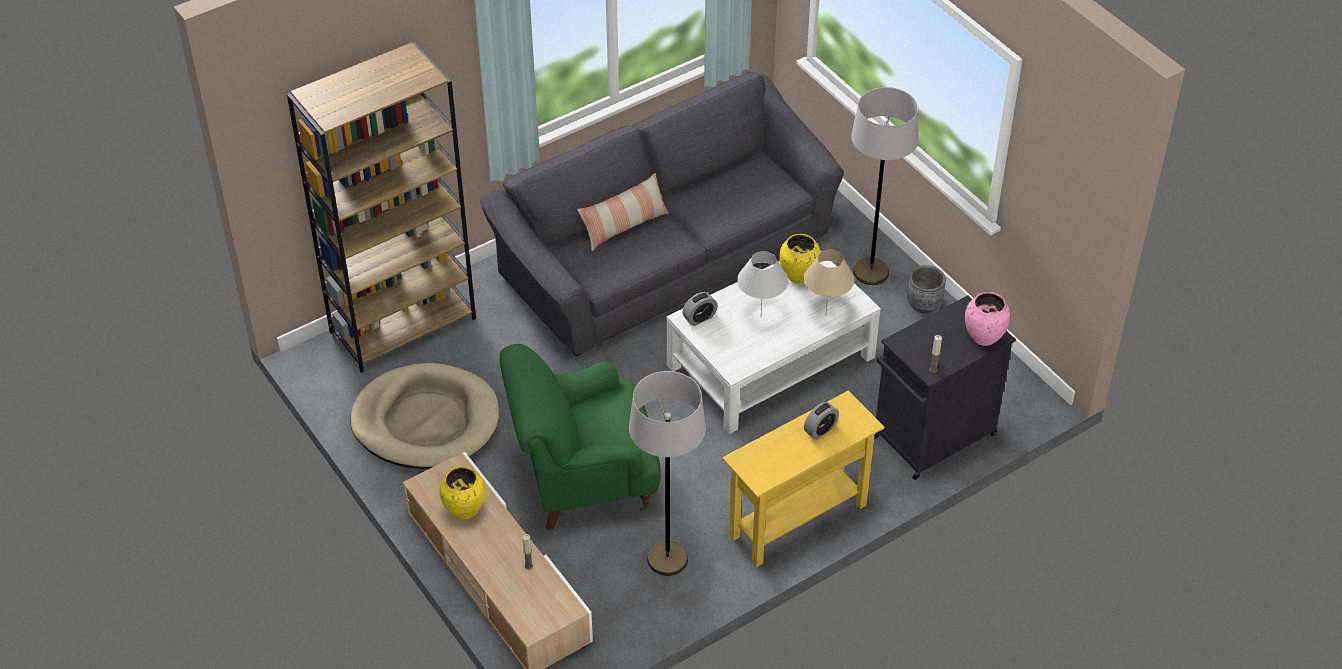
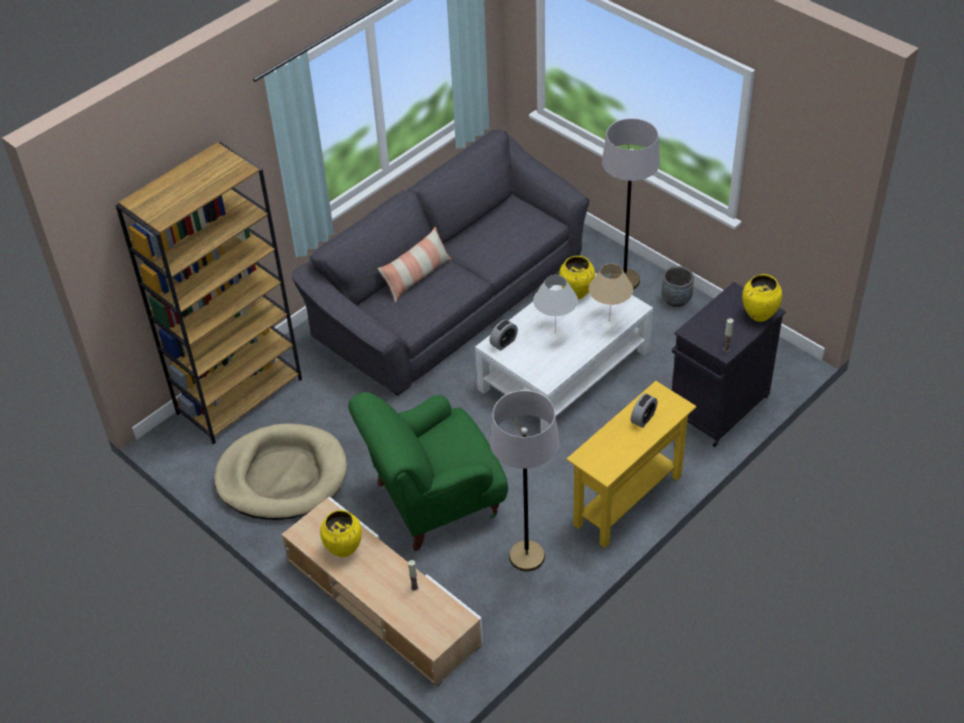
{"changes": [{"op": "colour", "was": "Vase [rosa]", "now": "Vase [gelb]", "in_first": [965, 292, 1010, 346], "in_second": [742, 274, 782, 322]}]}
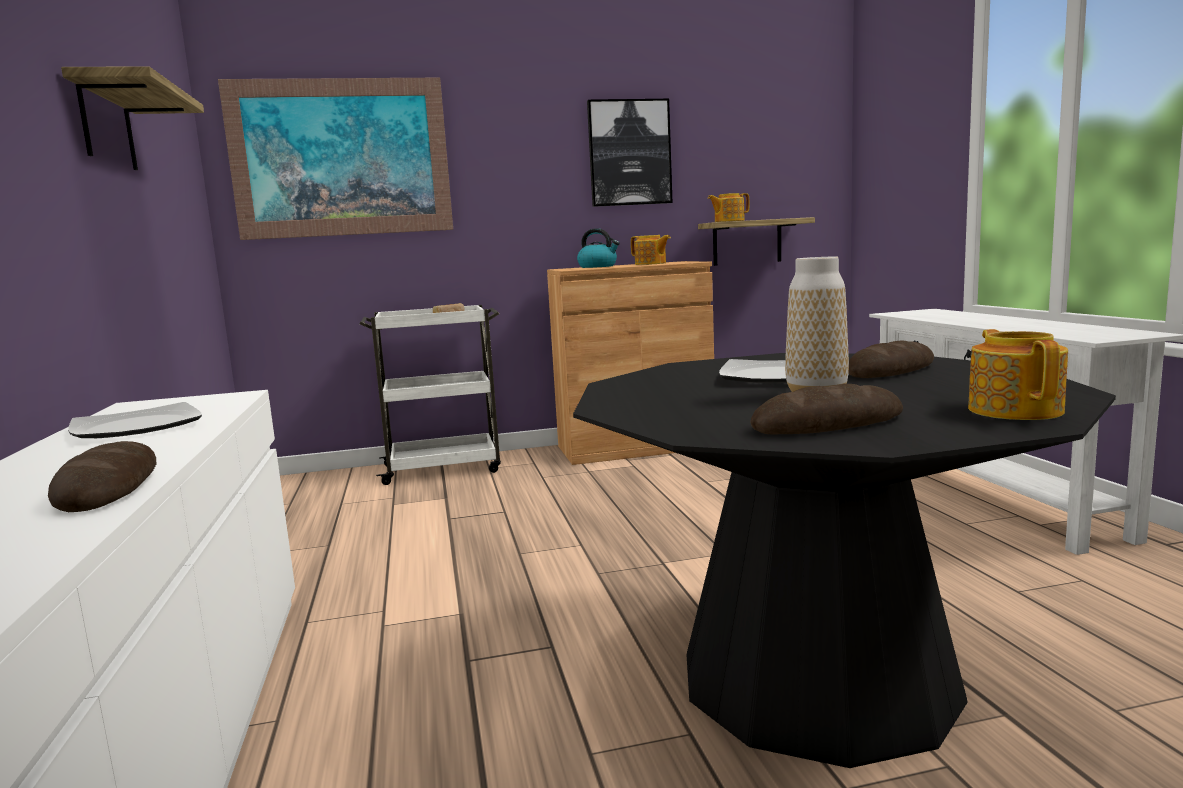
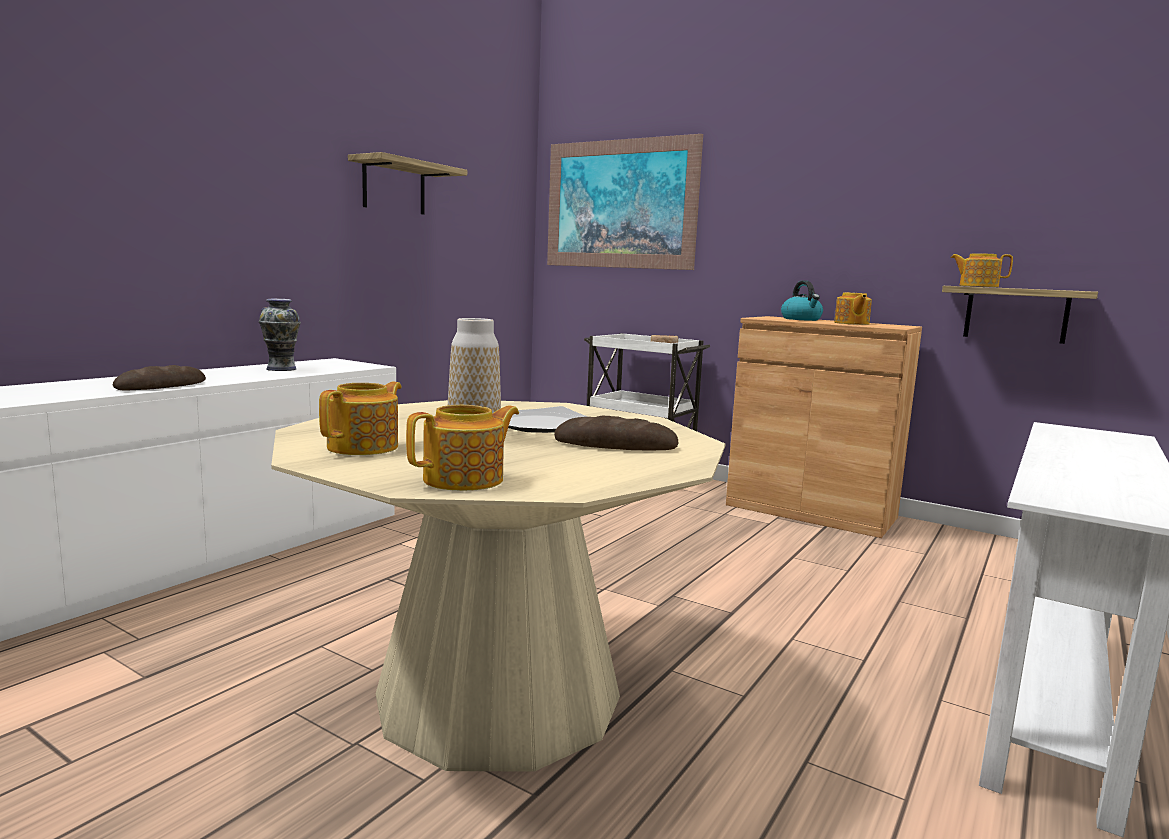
{"changes": [{"op": "missing", "was": "Bild", "in_first": [587, 99, 673, 207]}, {"op": "colour", "was": "Esstisch [schwarz]", "now": "Esstisch [beige]", "in_first": [573, 353, 1116, 768], "in_second": [271, 400, 725, 772]}, {"op": "exchanged", "was": "Brot", "now": "Teekanne", "in_first": [750, 384, 903, 435], "in_second": [319, 382, 402, 455]}, {"op": "exchanged", "was": "Teller", "now": "Vase", "in_first": [68, 402, 202, 438], "in_second": [259, 299, 301, 371]}]}
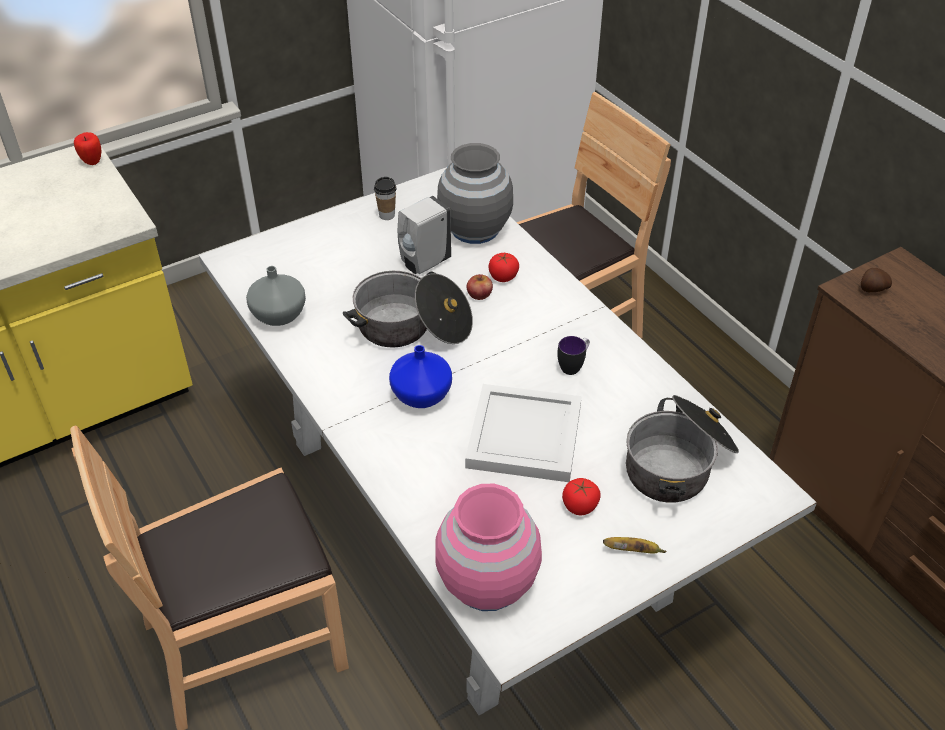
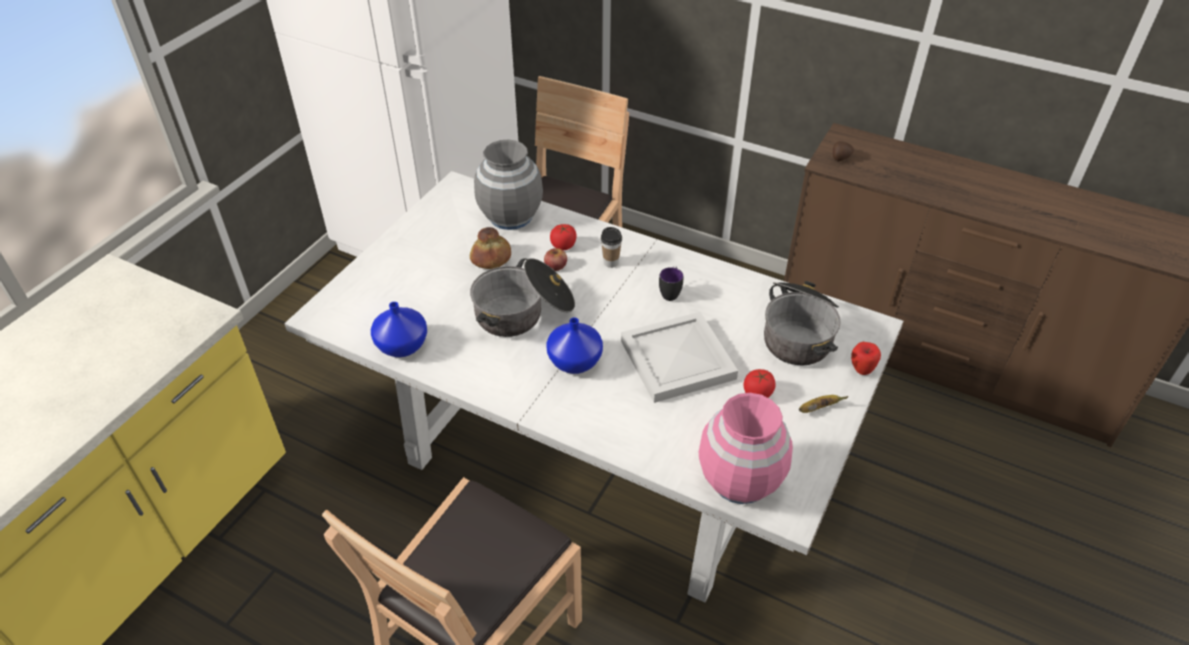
{"changes": [{"op": "relocated", "was": "Apfel", "in_first": [74, 132, 101, 165], "in_second": [851, 342, 881, 375]}, {"op": "relocated", "was": "Tasse", "in_first": [374, 177, 396, 220], "in_second": [601, 227, 622, 268]}, {"op": "exchanged", "was": "Seifenspender [weiß]", "now": "Brot", "in_first": [398, 196, 451, 274], "in_second": [470, 227, 511, 269]}, {"op": "colour", "was": "Vase [grau]", "now": "Vase [blau]", "in_first": [246, 266, 306, 326], "in_second": [371, 302, 427, 357]}]}
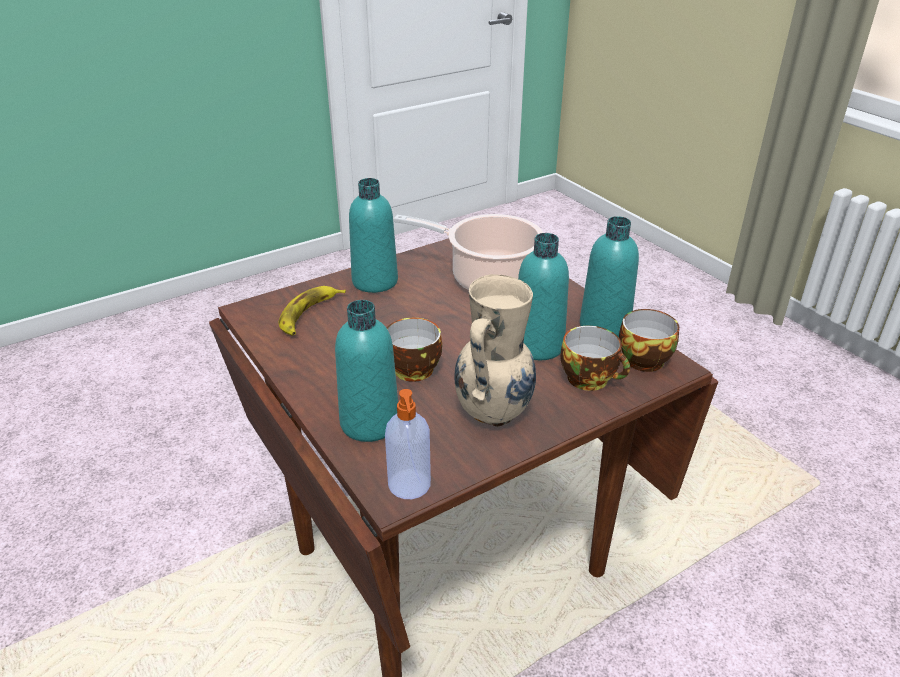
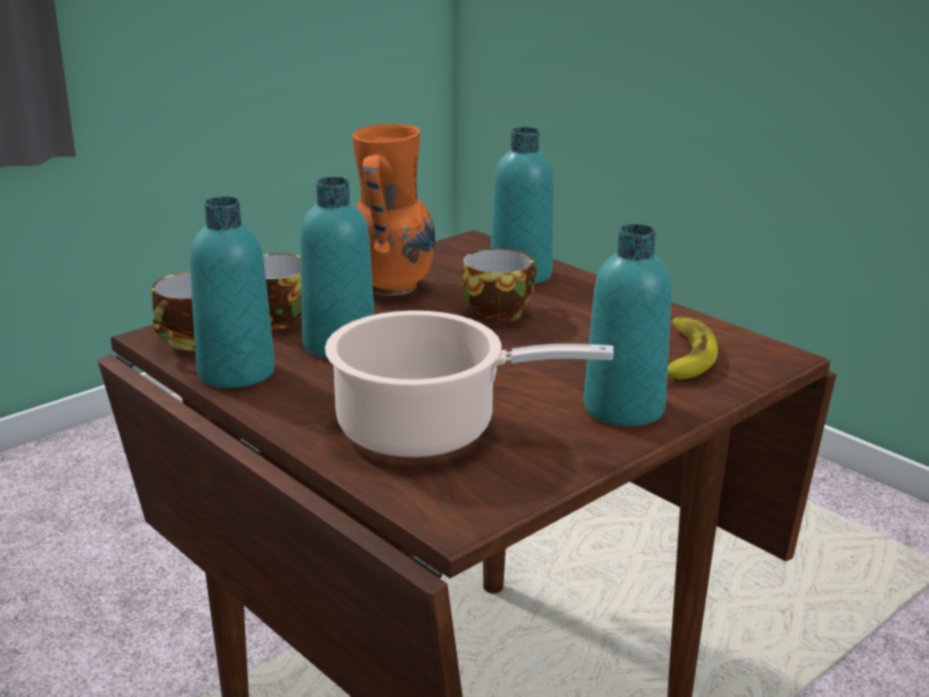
{"changes": [{"op": "colour", "was": "Vase [beige]", "now": "Vase [orange]", "in_first": [454, 274, 536, 427], "in_second": [352, 124, 435, 296]}, {"op": "missing", "was": "Seifenspender", "in_first": [385, 389, 431, 499]}]}
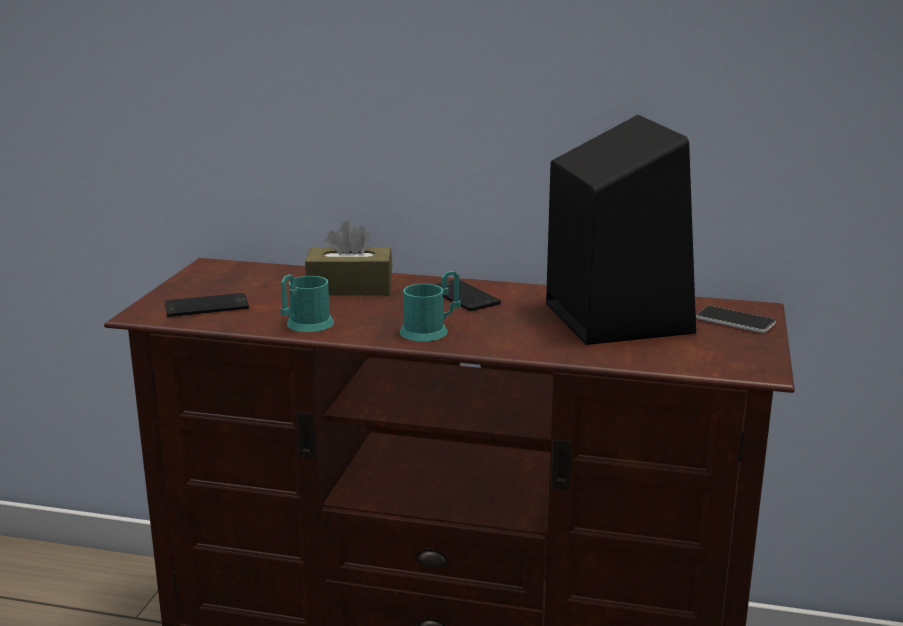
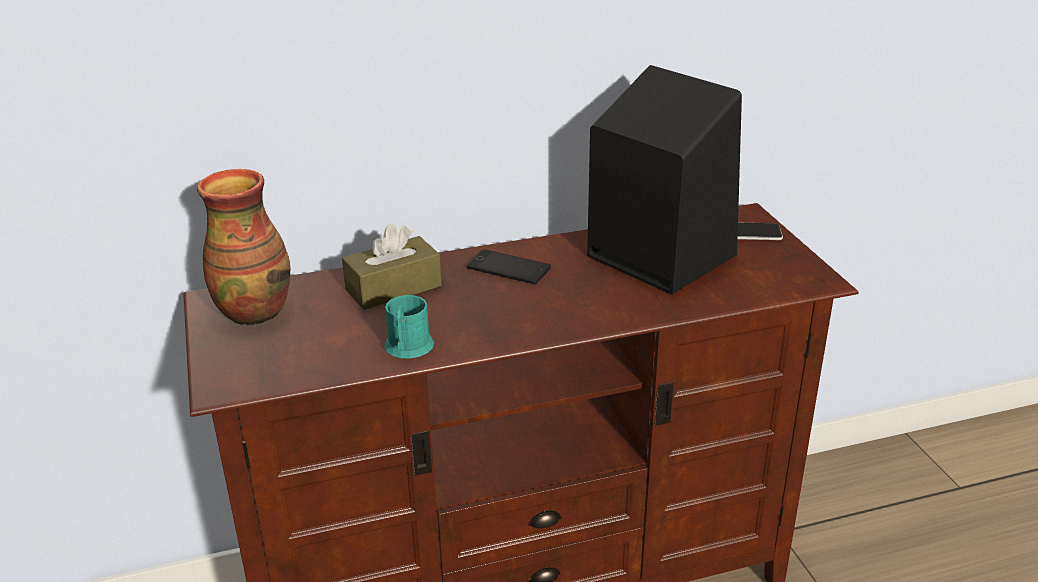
{"changes": [{"op": "missing", "was": "Henkelbecher [türkis]", "in_first": [400, 271, 461, 341]}, {"op": "missing", "was": "Handy", "in_first": [165, 293, 249, 317]}, {"op": "appeared", "now": "Vase", "in_second": [197, 169, 290, 325]}]}
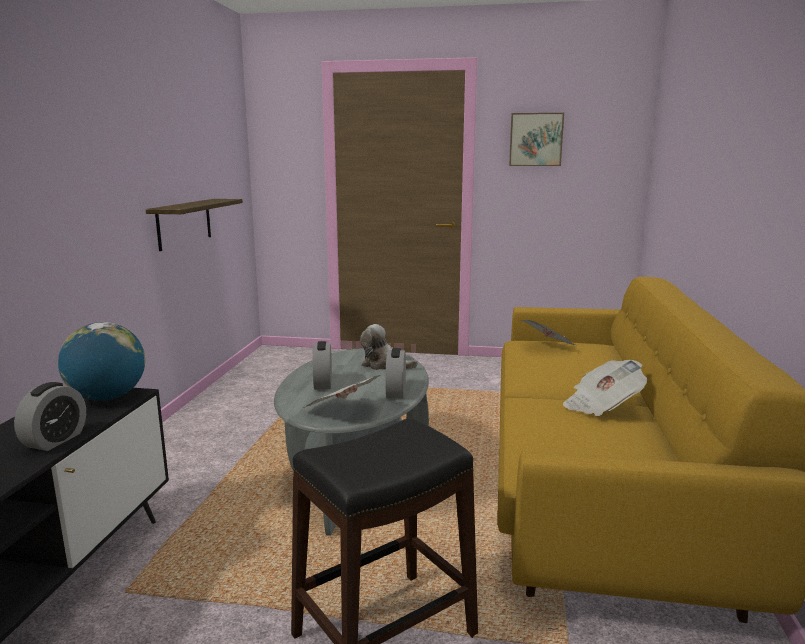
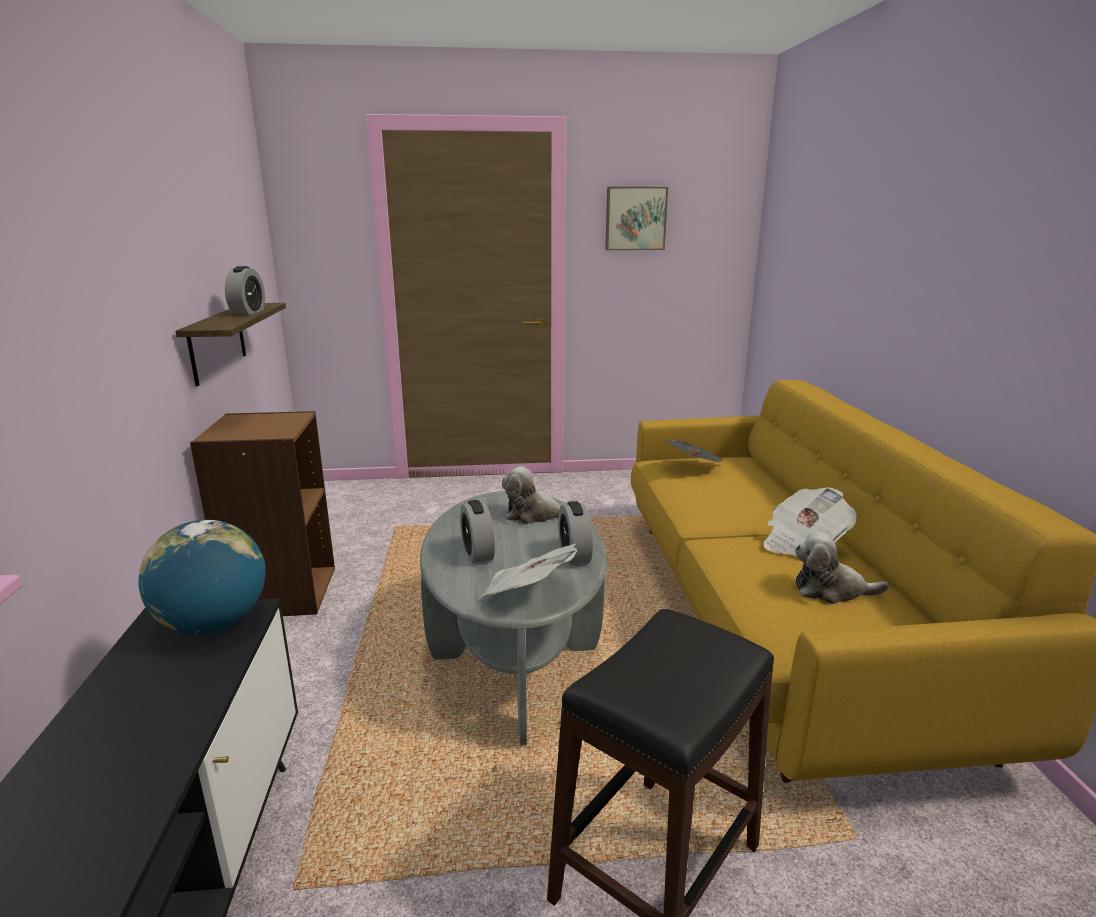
{"changes": [{"op": "relocated", "was": "Wecker", "in_first": [14, 382, 86, 451], "in_second": [225, 266, 265, 315]}, {"op": "appeared", "now": "Bücherregal [braun]", "in_second": [190, 411, 335, 616]}, {"op": "appeared", "now": "Plüschtier", "in_second": [795, 532, 889, 604]}]}
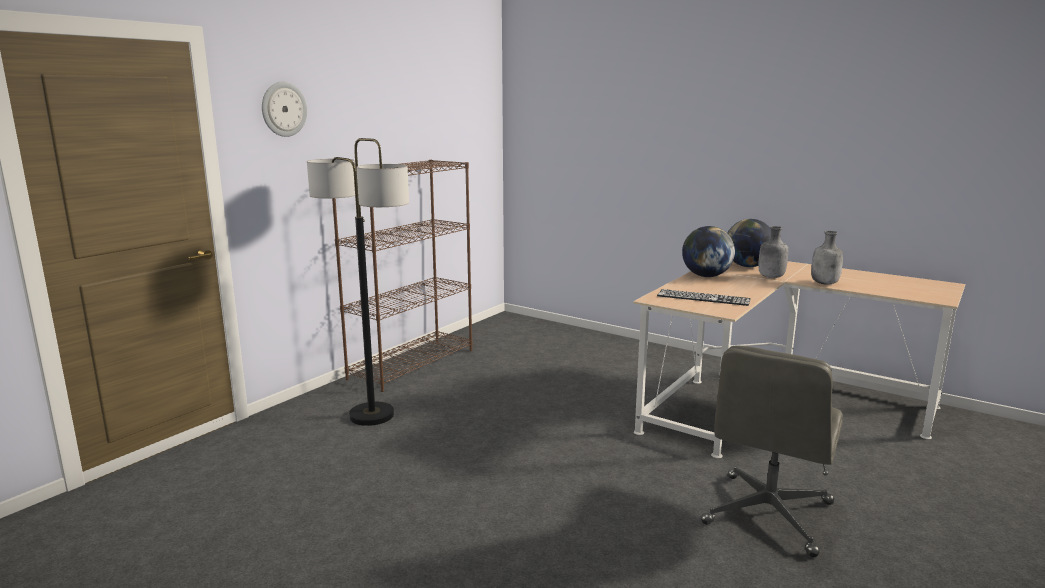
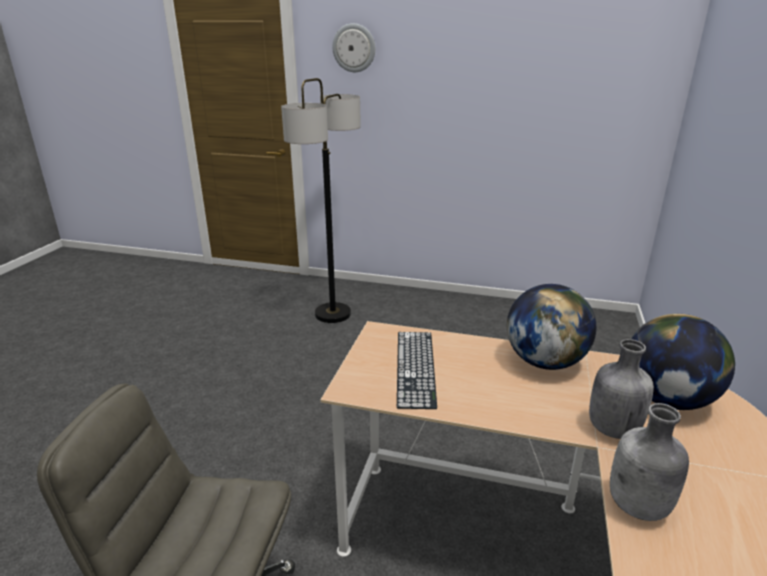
{"changes": [{"op": "missing", "was": "Bücherregal [braun]", "in_first": [332, 160, 472, 392]}]}
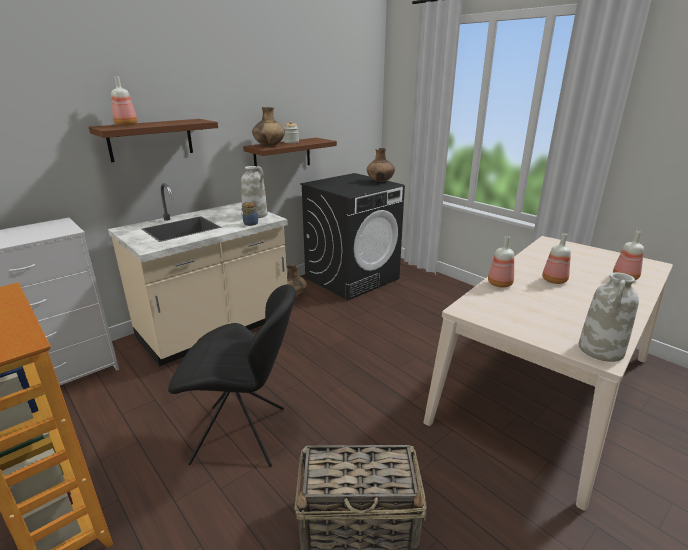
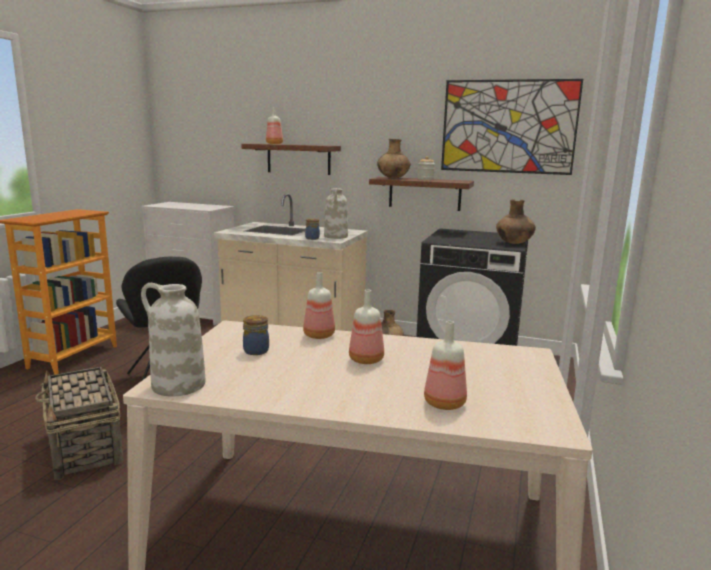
{"changes": [{"op": "appeared", "now": "Bild", "in_second": [441, 79, 583, 175]}, {"op": "appeared", "now": "Vorratsglas", "in_second": [243, 315, 269, 355]}]}
